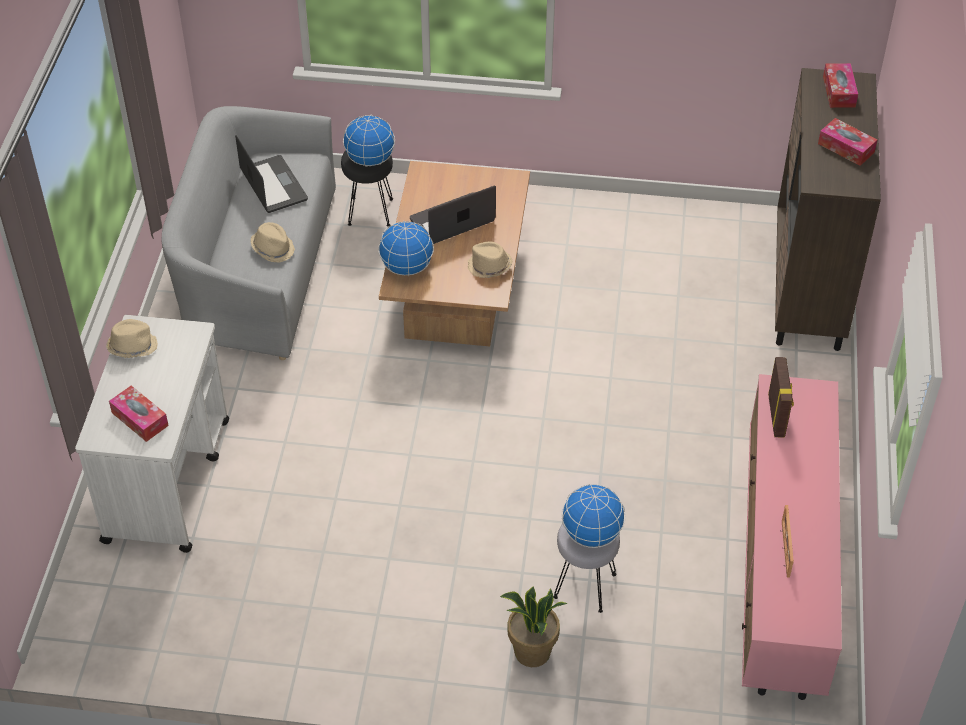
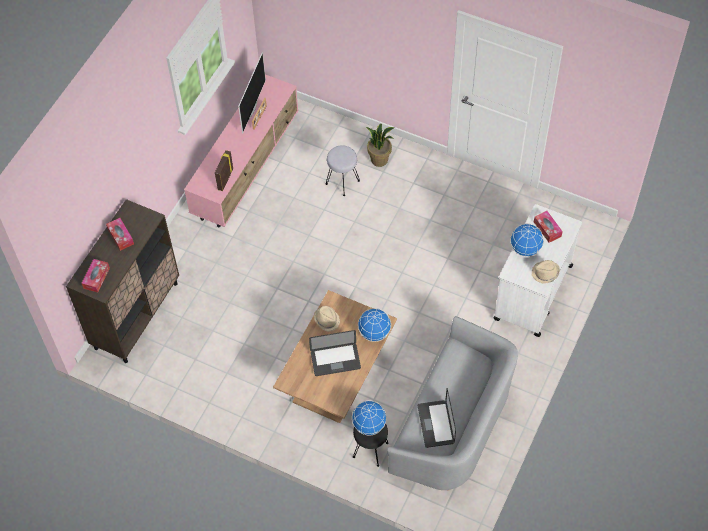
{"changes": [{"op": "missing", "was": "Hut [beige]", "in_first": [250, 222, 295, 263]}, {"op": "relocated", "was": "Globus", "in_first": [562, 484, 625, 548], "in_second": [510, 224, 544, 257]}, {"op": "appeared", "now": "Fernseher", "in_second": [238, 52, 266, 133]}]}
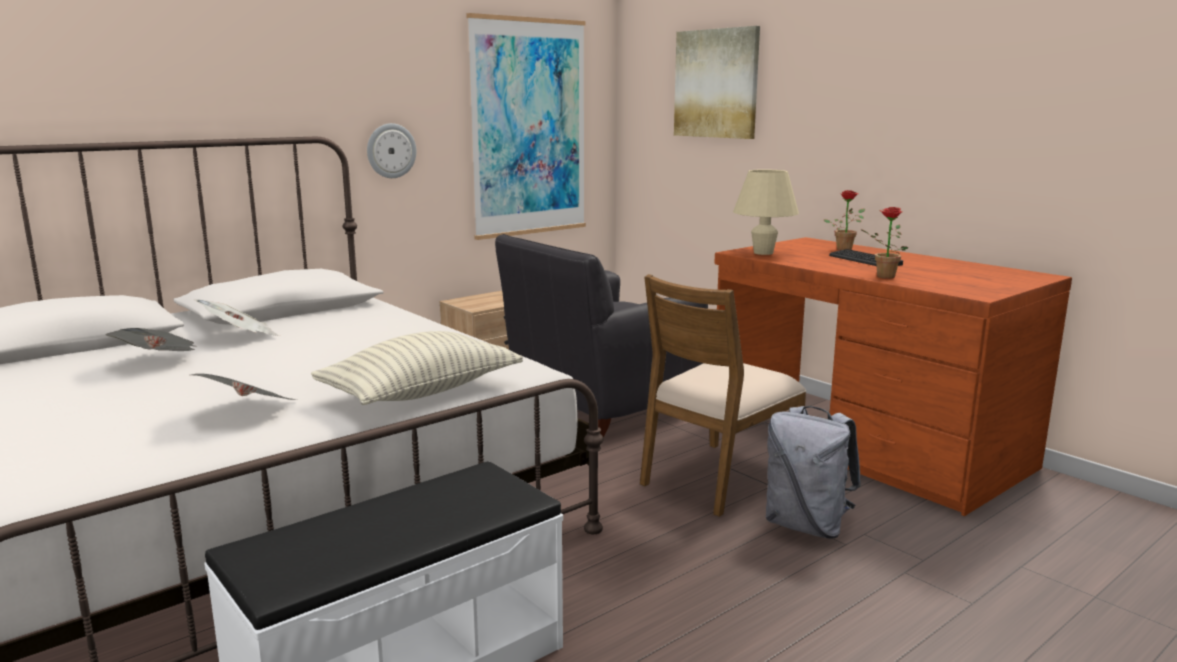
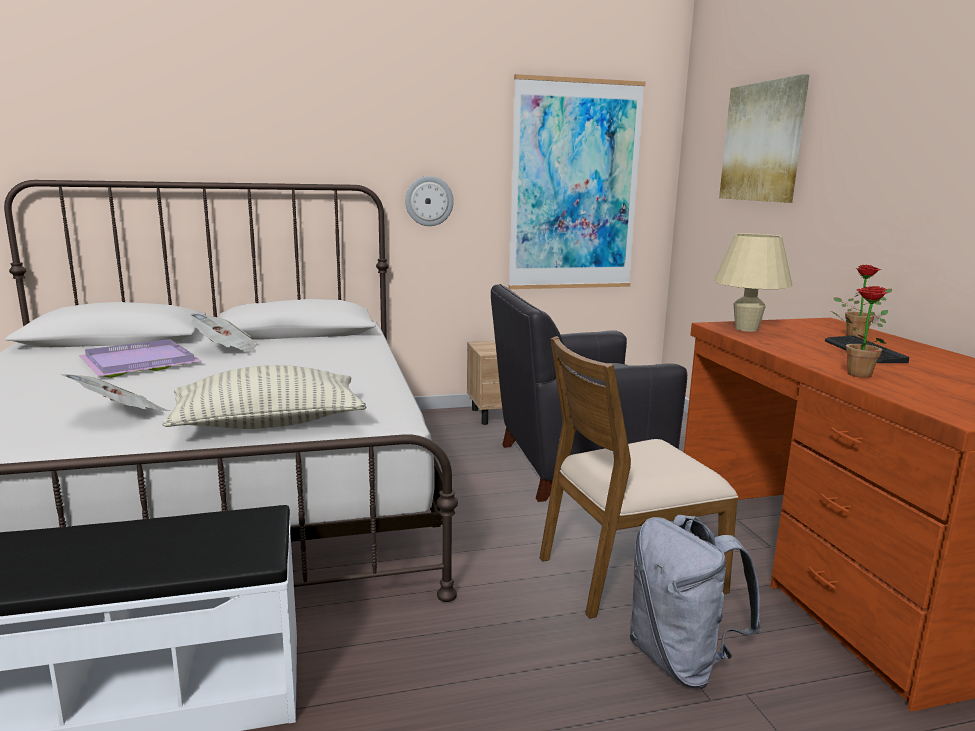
{"changes": [{"op": "exchanged", "was": "Zeitung", "now": "Tablett [lila]", "in_first": [105, 328, 196, 351], "in_second": [79, 339, 201, 378]}]}
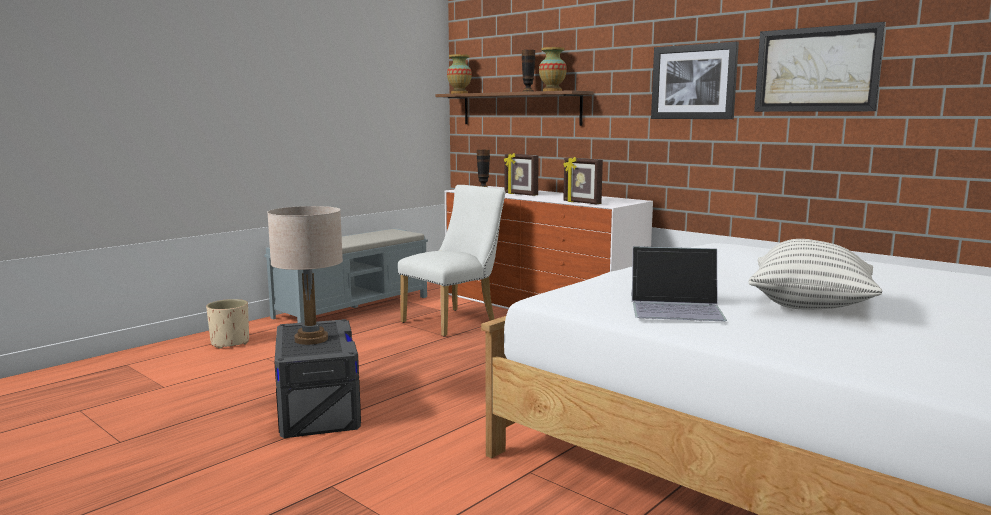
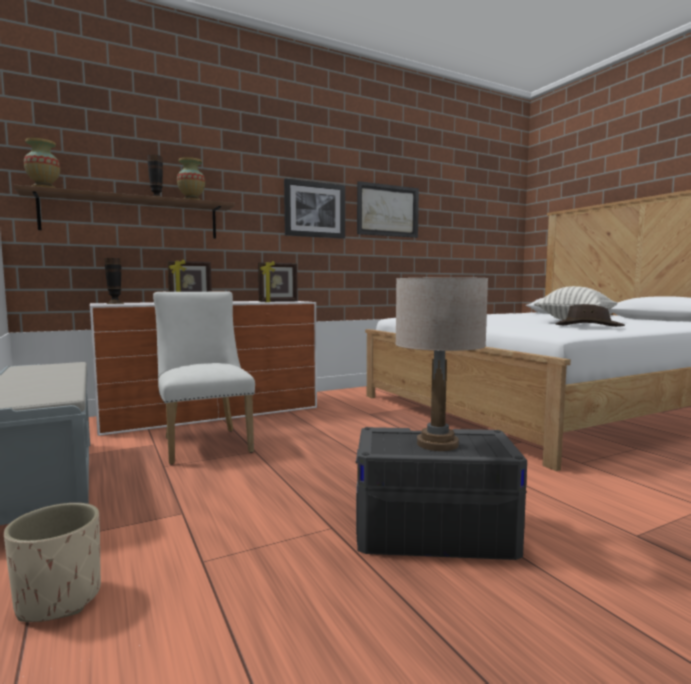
{"changes": [{"op": "exchanged", "was": "Laptop", "now": "Hut [braun]", "in_first": [631, 246, 727, 321], "in_second": [556, 304, 625, 327]}]}
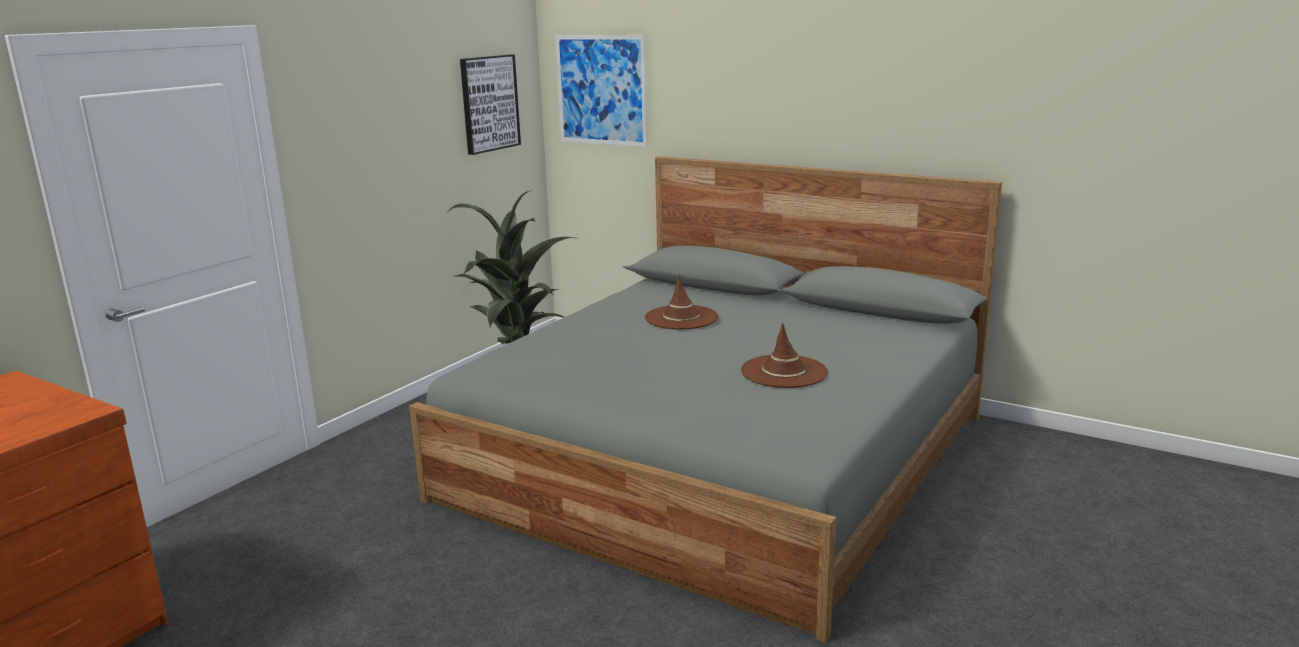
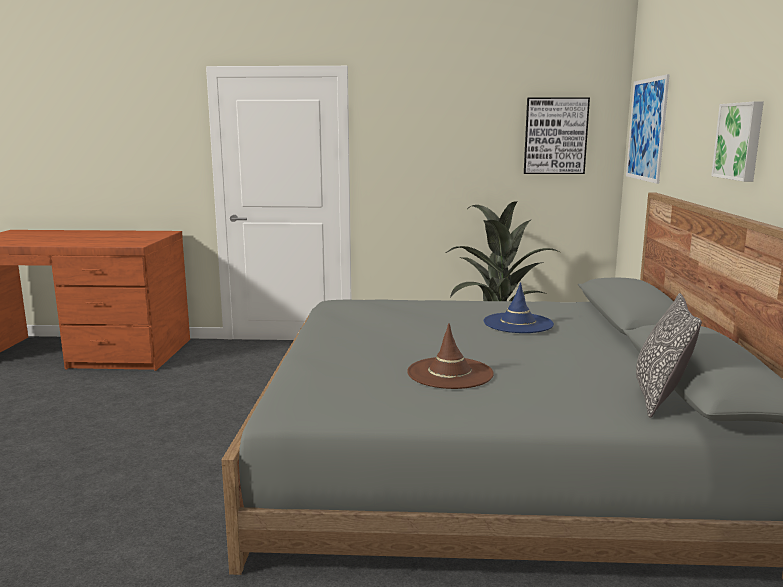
{"changes": [{"op": "colour", "was": "Hut [braun]", "now": "Hut [blau]", "in_first": [645, 274, 718, 329], "in_second": [484, 282, 554, 333]}, {"op": "appeared", "now": "Bild", "in_second": [711, 101, 764, 182]}, {"op": "appeared", "now": "Kissen", "in_second": [636, 293, 702, 418]}]}
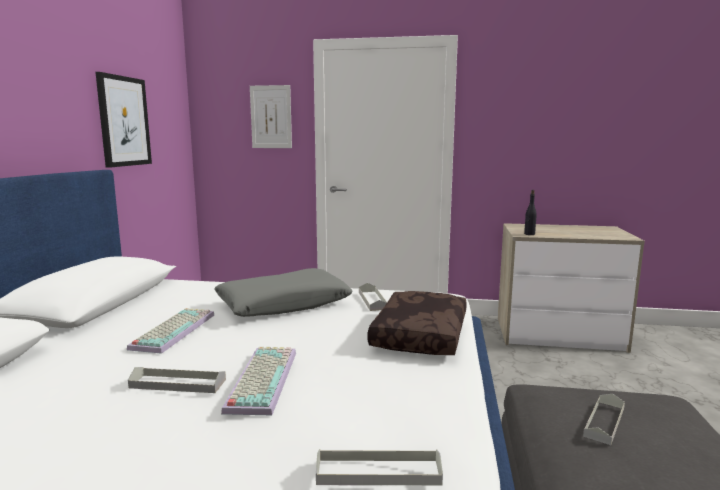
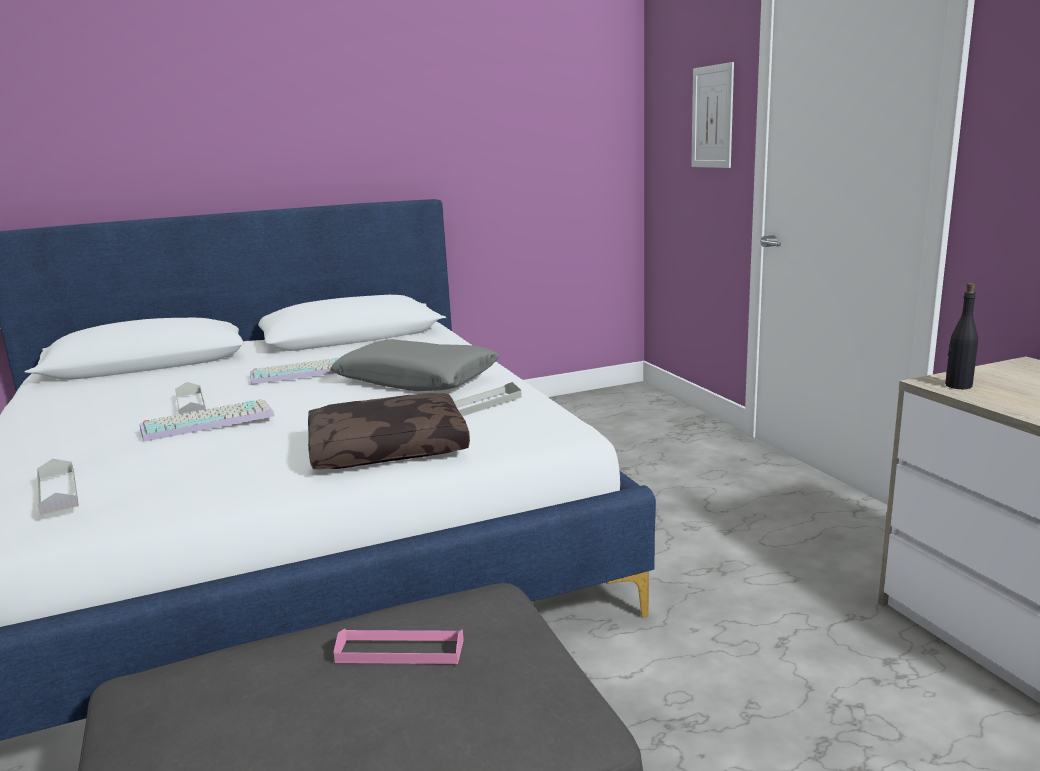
{"changes": [{"op": "missing", "was": "Bild", "in_first": [95, 72, 152, 168]}, {"op": "colour", "was": "Tablett [grau]", "now": "Tablett [rosa]", "in_first": [583, 394, 625, 445], "in_second": [333, 629, 464, 664]}]}
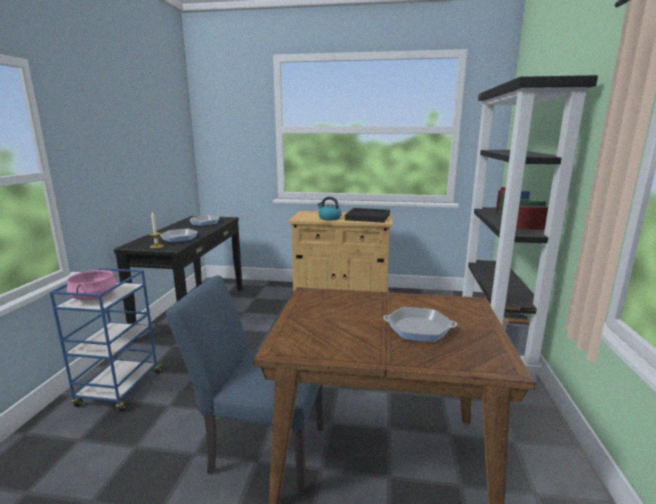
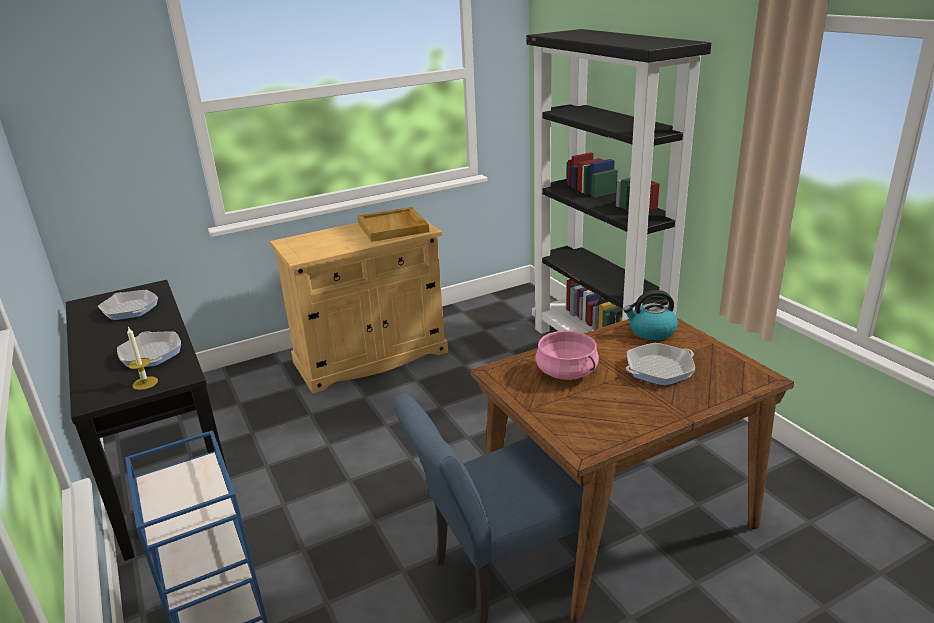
{"changes": [{"op": "relocated", "was": "Wasserkessel", "in_first": [317, 197, 342, 221], "in_second": [623, 290, 678, 340]}, {"op": "colour", "was": "Tablett [schwarz]", "now": "Tablett [beige]", "in_first": [345, 208, 390, 223], "in_second": [358, 207, 429, 242]}, {"op": "relocated", "was": "Kochtopf [rosa]", "in_first": [67, 270, 117, 300], "in_second": [535, 331, 599, 380]}]}
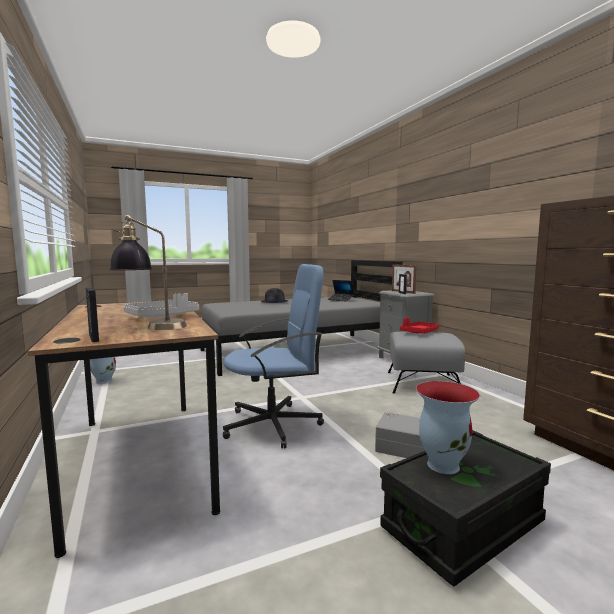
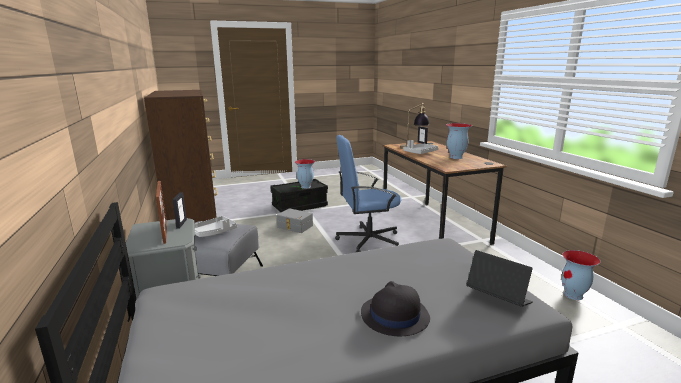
{"changes": [{"op": "relocated", "was": "Laptop", "in_first": [328, 280, 355, 302], "in_second": [466, 250, 533, 307]}, {"op": "colour", "was": "Tablett [rot]", "now": "Tablett [grau]", "in_first": [400, 317, 439, 334], "in_second": [195, 216, 237, 237]}, {"op": "appeared", "now": "Vase", "in_second": [446, 123, 472, 159]}]}
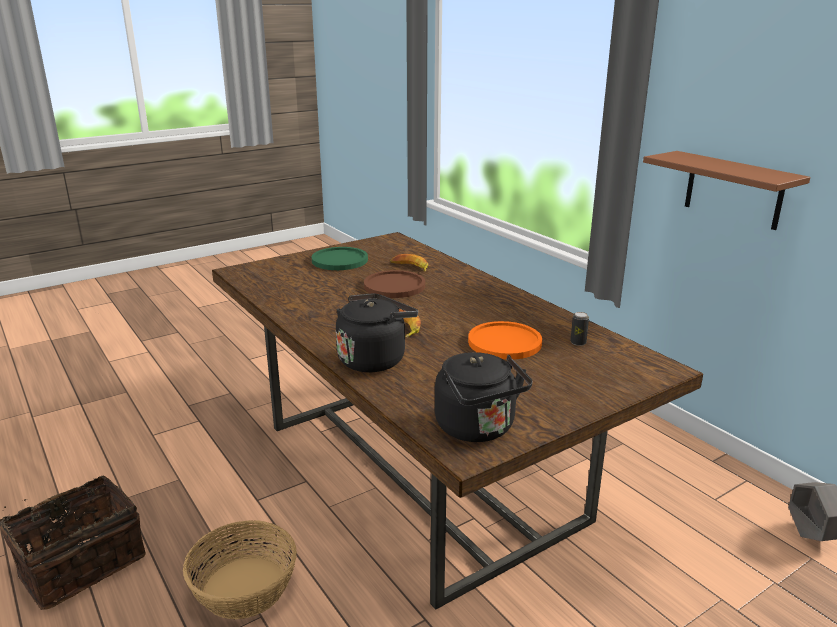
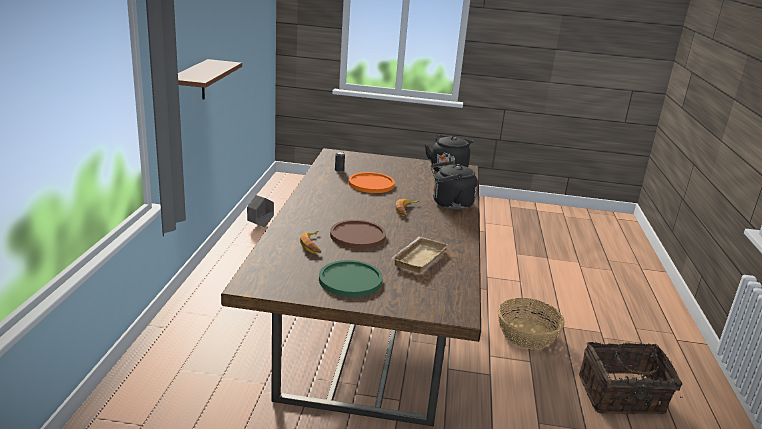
{"changes": [{"op": "appeared", "now": "Tablett [beige]", "in_second": [392, 237, 448, 273]}]}
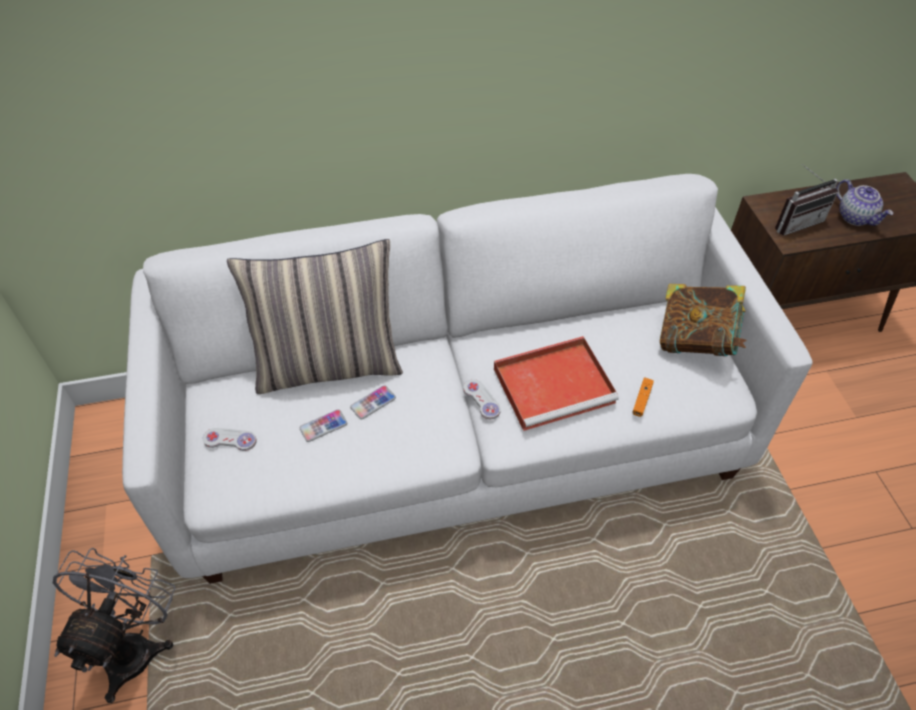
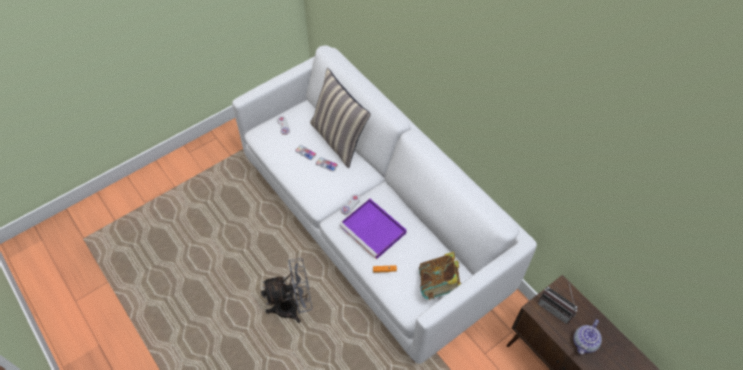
{"changes": [{"op": "colour", "was": "Tablett [rot]", "now": "Tablett [lila]", "in_first": [494, 336, 619, 431], "in_second": [339, 199, 407, 259]}, {"op": "relocated", "was": "Ventilator [grau]", "in_first": [53, 548, 175, 703], "in_second": [261, 258, 312, 323]}]}
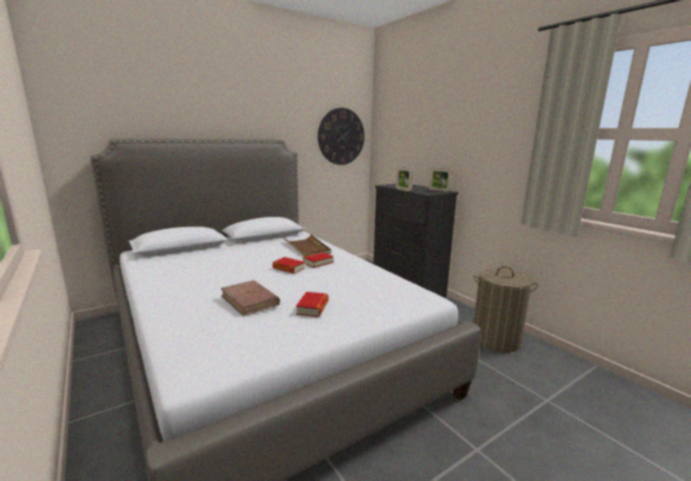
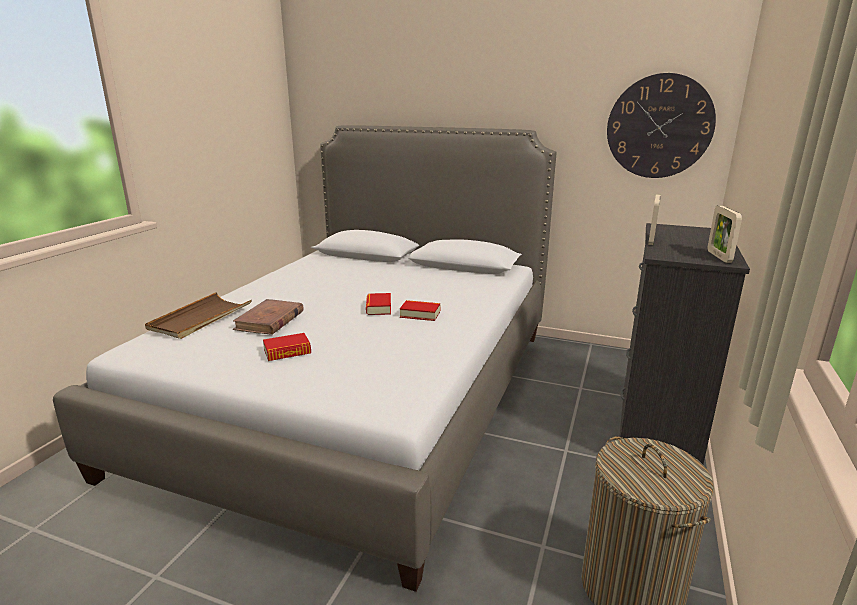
{"changes": [{"op": "relocated", "was": "Tablett [braun]", "in_first": [284, 235, 331, 257], "in_second": [145, 292, 252, 339]}]}
